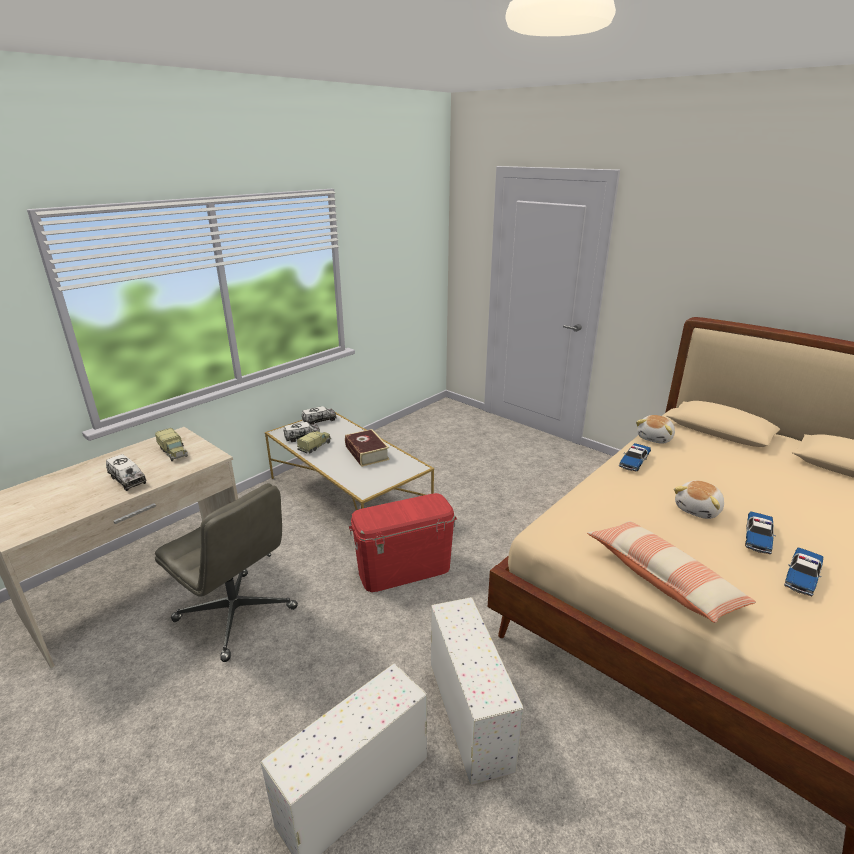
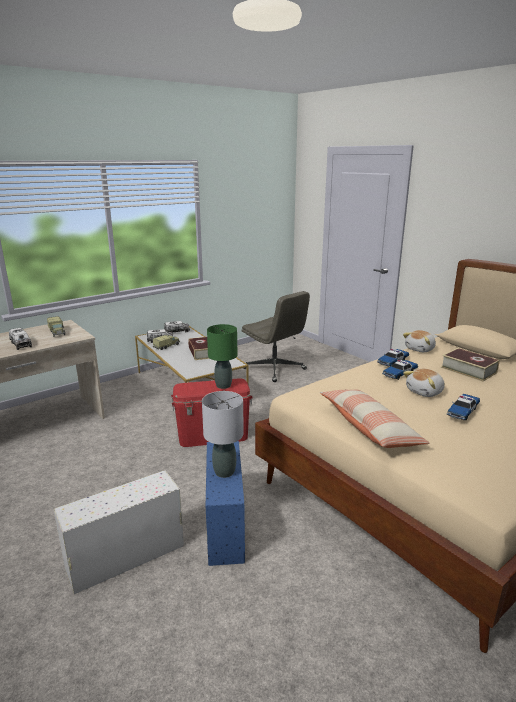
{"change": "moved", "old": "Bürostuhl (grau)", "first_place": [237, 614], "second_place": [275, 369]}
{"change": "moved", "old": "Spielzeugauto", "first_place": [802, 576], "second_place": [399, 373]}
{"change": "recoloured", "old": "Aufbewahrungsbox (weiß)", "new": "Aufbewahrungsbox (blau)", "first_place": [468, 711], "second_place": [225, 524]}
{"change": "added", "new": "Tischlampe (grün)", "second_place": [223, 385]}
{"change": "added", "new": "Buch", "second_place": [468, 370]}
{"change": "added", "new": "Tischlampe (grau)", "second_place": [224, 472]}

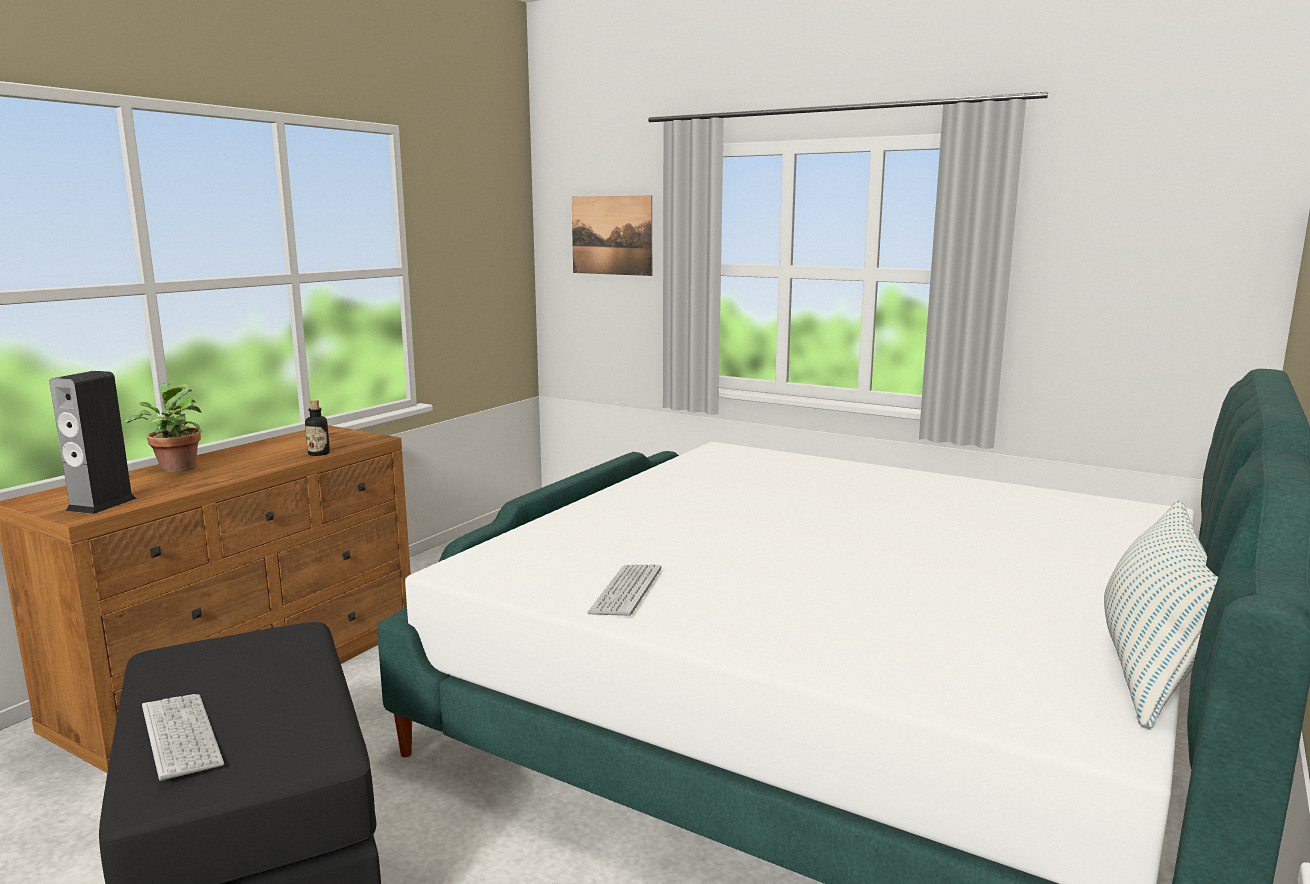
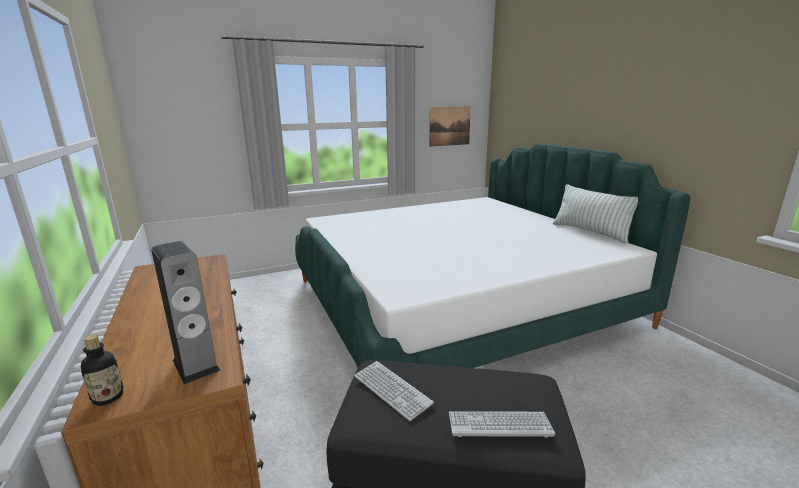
{"change": "moved", "old": "Bild", "first_place": [611, 235], "second_place": [449, 126]}
{"change": "removed", "old": "Topfpflanze", "first_place": [176, 467]}
{"change": "moved", "old": "Flasche", "first_place": [319, 453], "second_place": [108, 397]}
{"change": "moved", "old": "Tastatur", "first_place": [626, 591], "second_place": [391, 390]}

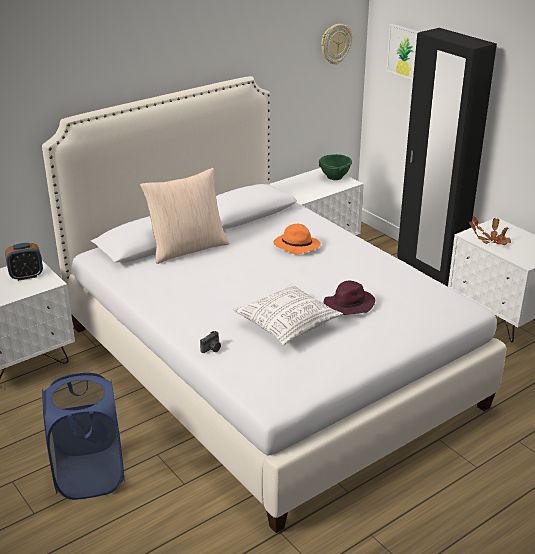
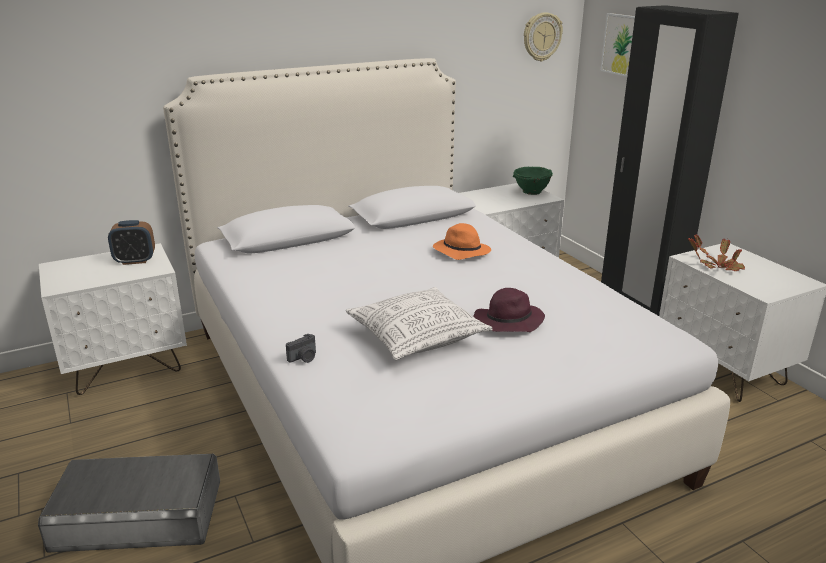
{"change": "removed", "old": "Kissen (beige)", "first_place": [187, 248]}
{"change": "replaced", "old": "Wäschekorb (blau)", "new": "Aufbewahrungsbox (grau)", "first_place": [89, 476], "second_place": [138, 514]}

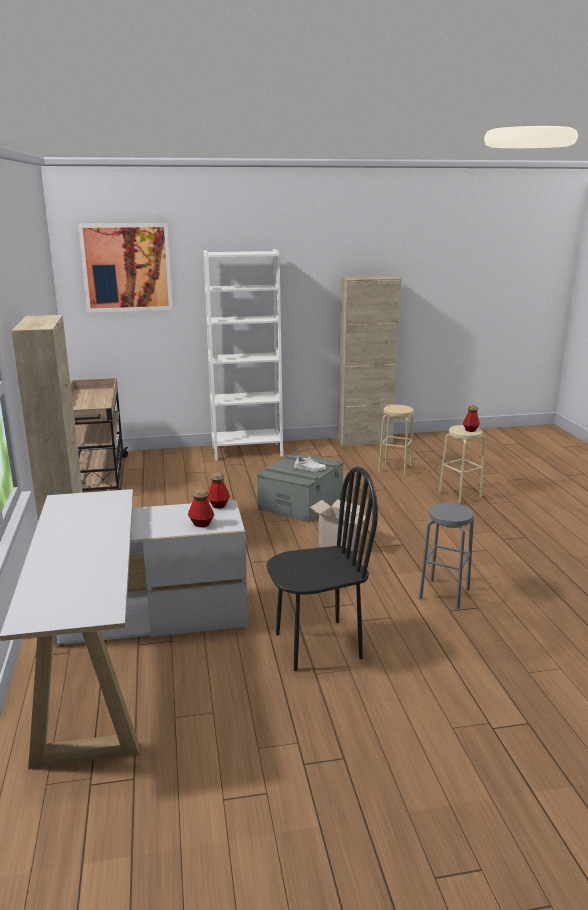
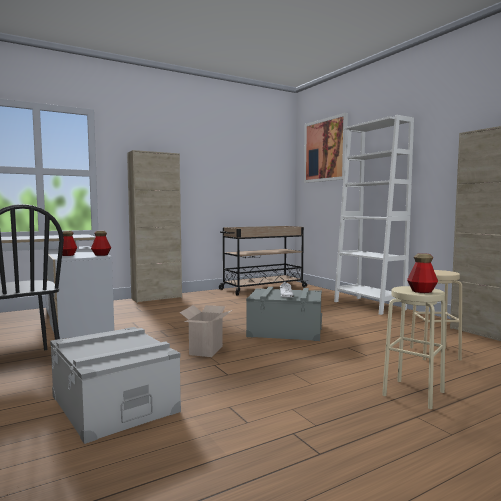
{"change": "replaced", "old": "Hocker (grau)", "new": "Aufbewahrungsbox (grau)", "first_place": [444, 594], "second_place": [114, 404]}

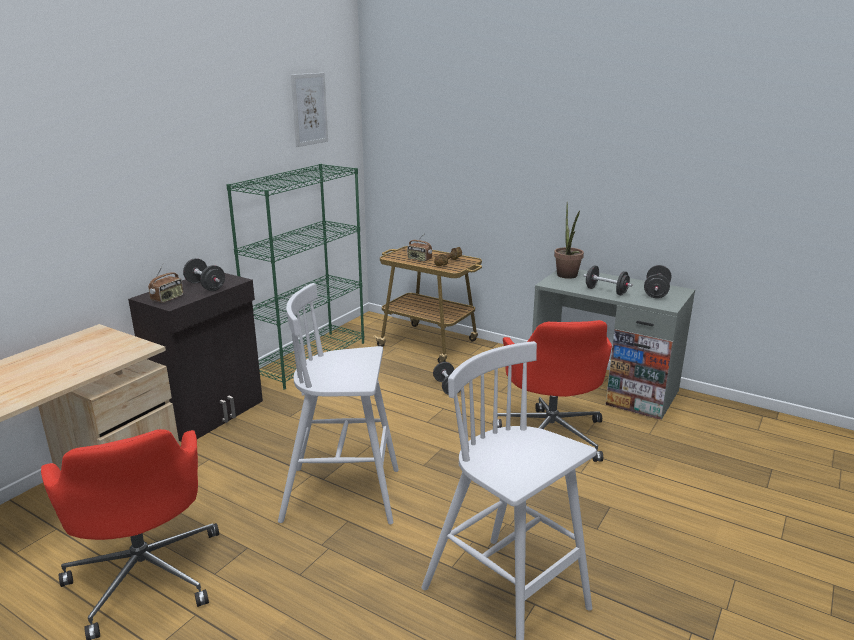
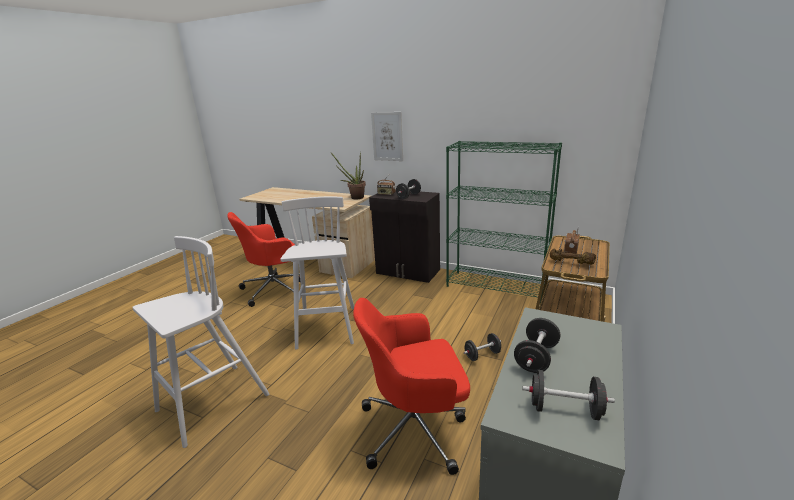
{"change": "moved", "old": "Bild", "first_place": [309, 109], "second_place": [387, 136]}
{"change": "moved", "old": "Topfpflanze", "first_place": [567, 277], "second_place": [354, 198]}

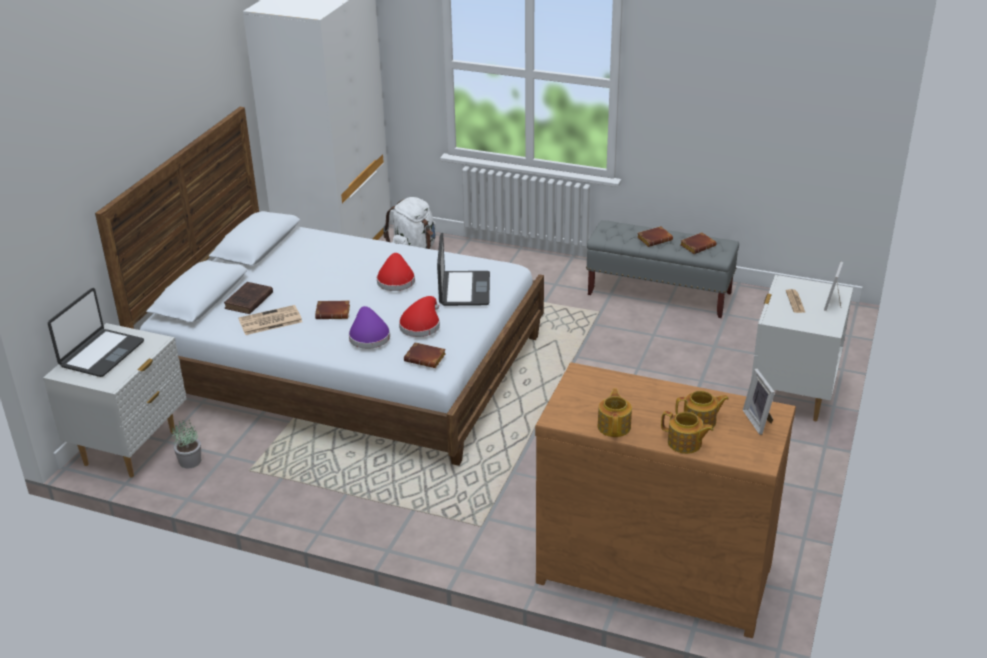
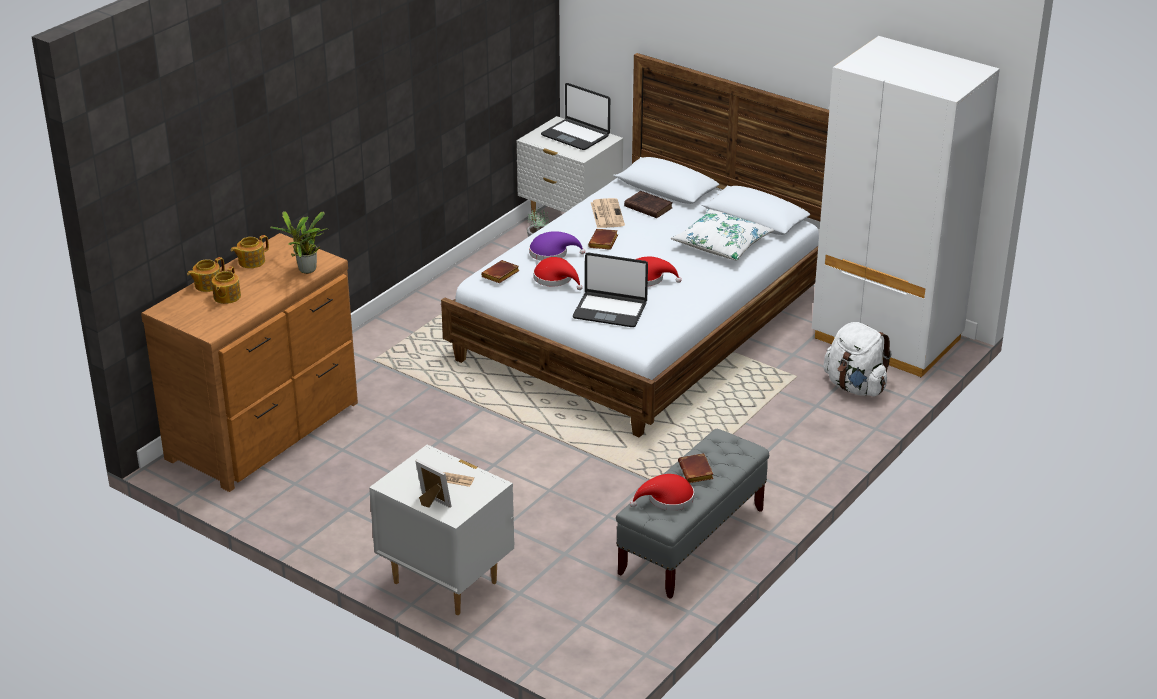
{"change": "replaced", "old": "Buch (braun)", "new": "Hut (rot)", "first_place": [697, 245], "second_place": [667, 499]}
{"change": "removed", "old": "Bilderrahmen", "first_place": [759, 421]}
{"change": "turned", "old": "Teekanne", "first_place": [614, 426], "second_place": [251, 261], "degrees": 120}
{"change": "added", "new": "Kissen (weiß)", "second_place": [722, 244]}
{"change": "added", "new": "Topfpflanze", "second_place": [306, 271]}

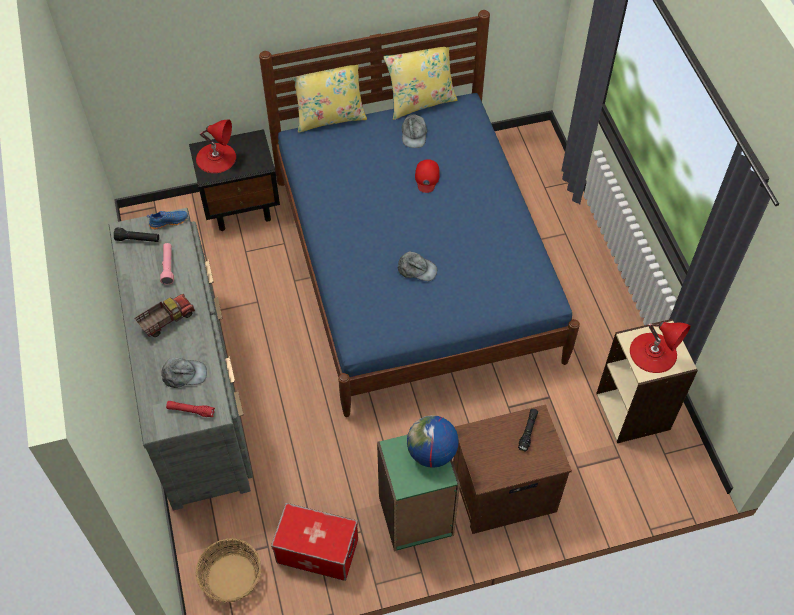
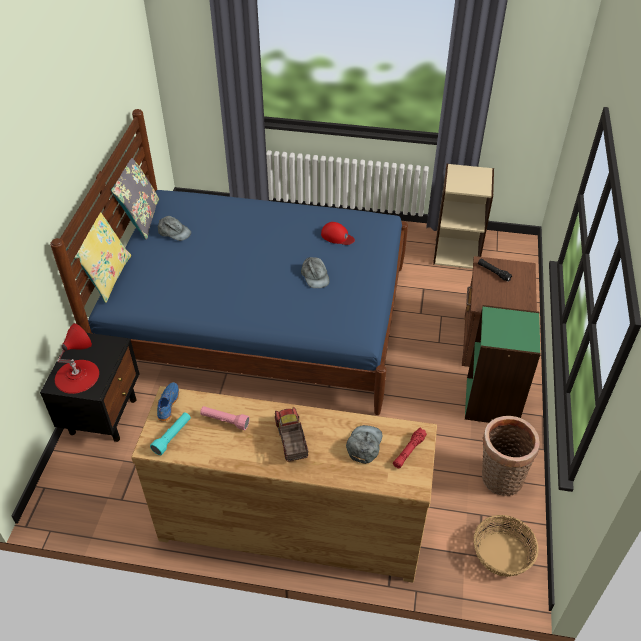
{"change": "recoloured", "old": "Kissen (gelb)", "new": "Kissen (grau)", "first_place": [420, 102], "second_place": [141, 218]}
{"change": "moved", "old": "Kappe (rot)", "first_place": [427, 177], "second_place": [337, 236]}
{"change": "recoloured", "old": "Kommode (grau)", "new": "Kommode (braun)", "first_place": [193, 392], "second_place": [290, 523]}
{"change": "recoloured", "old": "Taschenlampe (schwarz)", "new": "Taschenlampe (türkis)", "first_place": [138, 240], "second_place": [172, 436]}
{"change": "turned", "old": "Kappe (grau)", "first_place": [417, 269], "second_place": [315, 276], "degrees": 120}
{"change": "removed", "old": "Tischlampe (rot)", "first_place": [653, 352]}
{"change": "removed", "old": "Globus", "first_place": [431, 453]}
{"change": "replaced", "old": "Aufbewahrungsbox", "new": "Korb", "first_place": [317, 551], "second_place": [499, 479]}

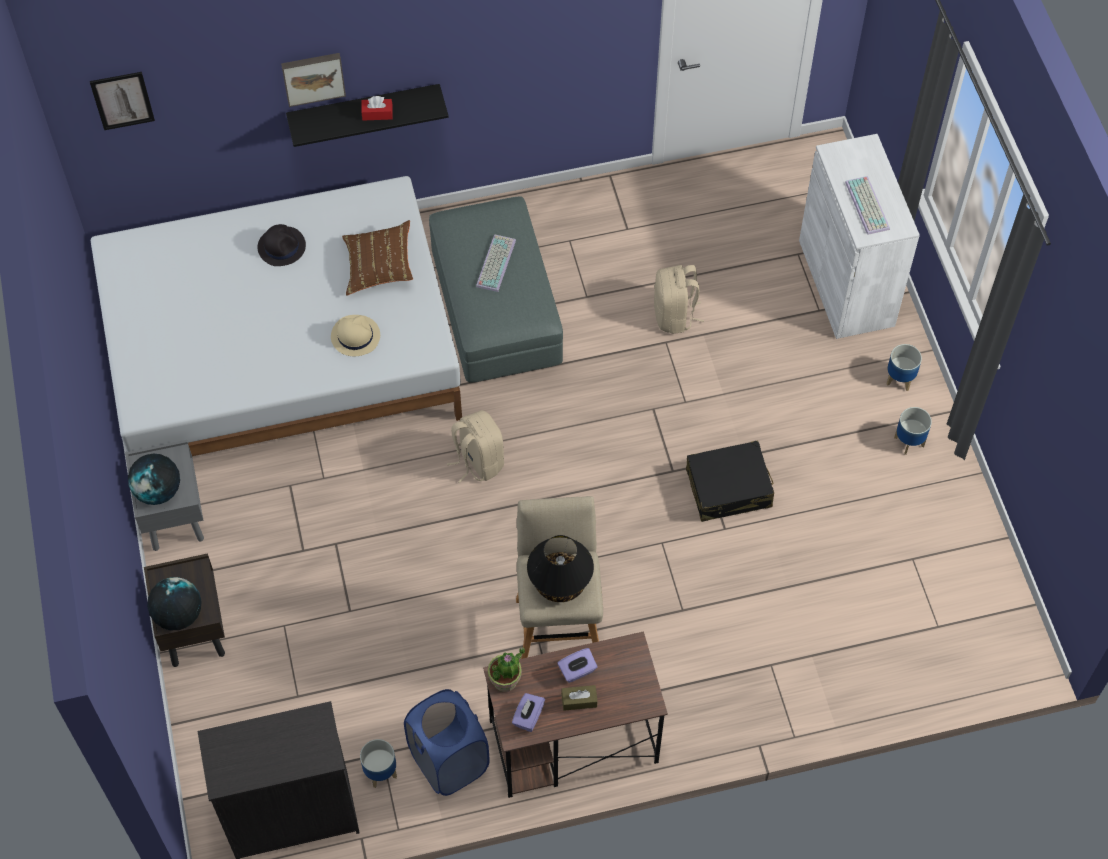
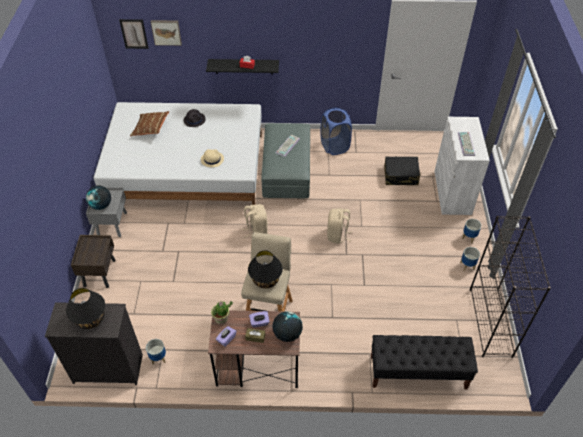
{"change": "moved", "old": "Bild", "first_place": [313, 77], "second_place": [166, 32]}
{"change": "moved", "old": "Kissen (braun)", "first_place": [379, 266], "second_place": [150, 129]}
{"change": "moved", "old": "Rucksack (beige)", "first_place": [674, 315], "second_place": [337, 235]}
{"change": "moved", "old": "Koffer (schwarz)", "first_place": [729, 488], "second_place": [401, 175]}
{"change": "moved", "old": "Globus", "first_place": [178, 615], "second_place": [287, 334]}
{"change": "moved", "old": "Wäschekorb (blau)", "first_place": [449, 761], "second_place": [334, 146]}
{"change": "added", "new": "Bücherregal (schwarz)", "second_place": [490, 322]}
{"change": "added", "new": "Tischlampe (schwarz)", "second_place": [90, 318]}
{"change": "added", "new": "Bank (schwarz)", "second_place": [417, 372]}

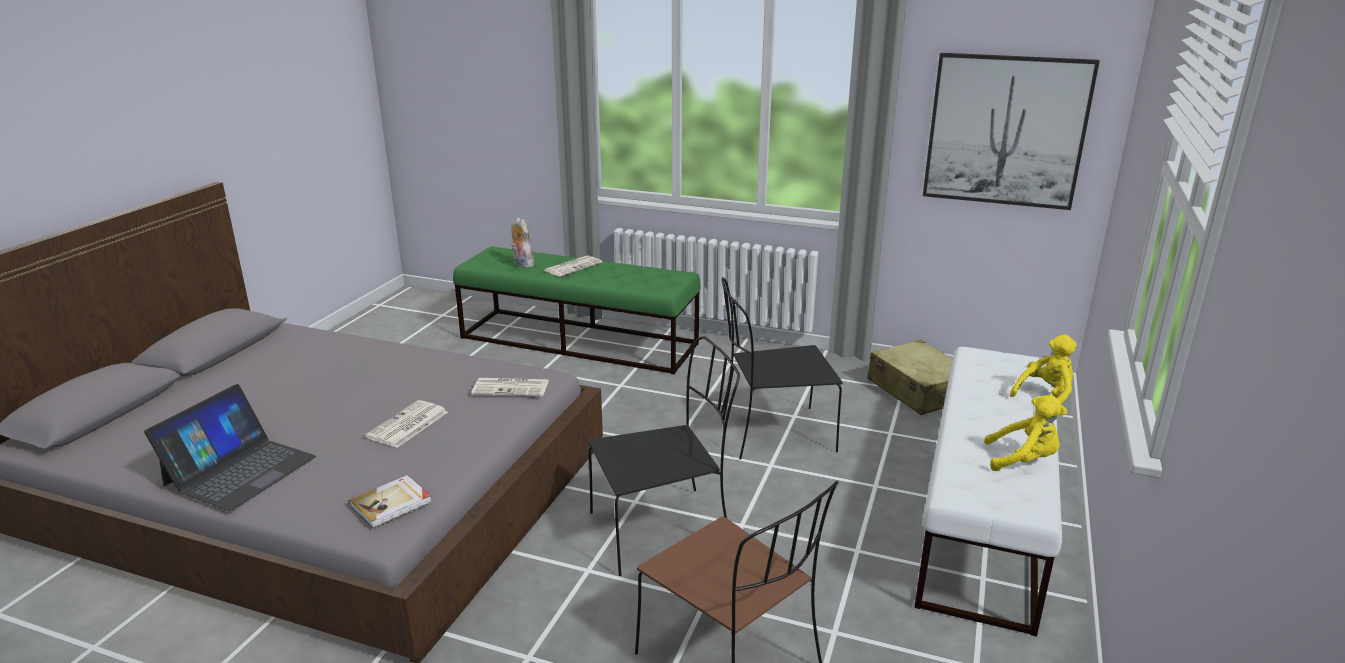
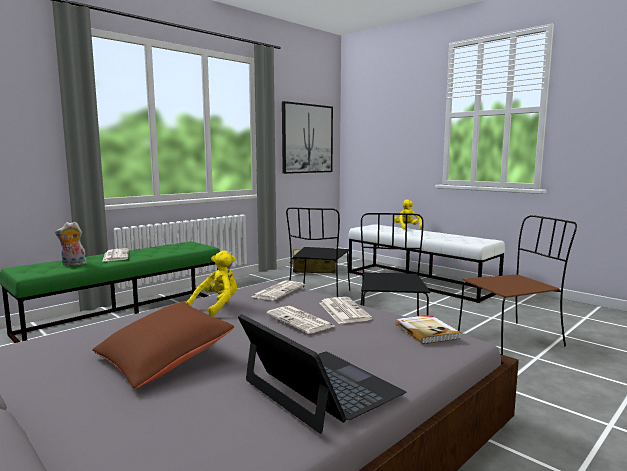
{"change": "moved", "old": "Plüschtier (gelb)", "first_place": [1023, 460], "second_place": [217, 307]}
{"change": "added", "new": "Zeitung", "second_place": [343, 311]}
{"change": "added", "new": "Kissen (braun)", "second_place": [163, 359]}

